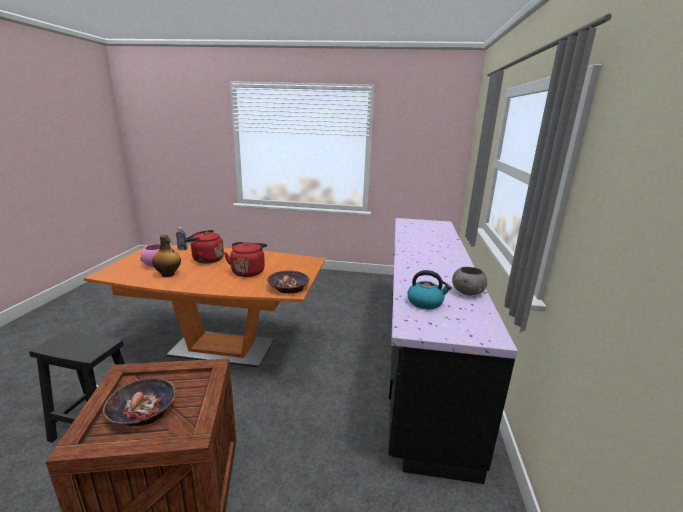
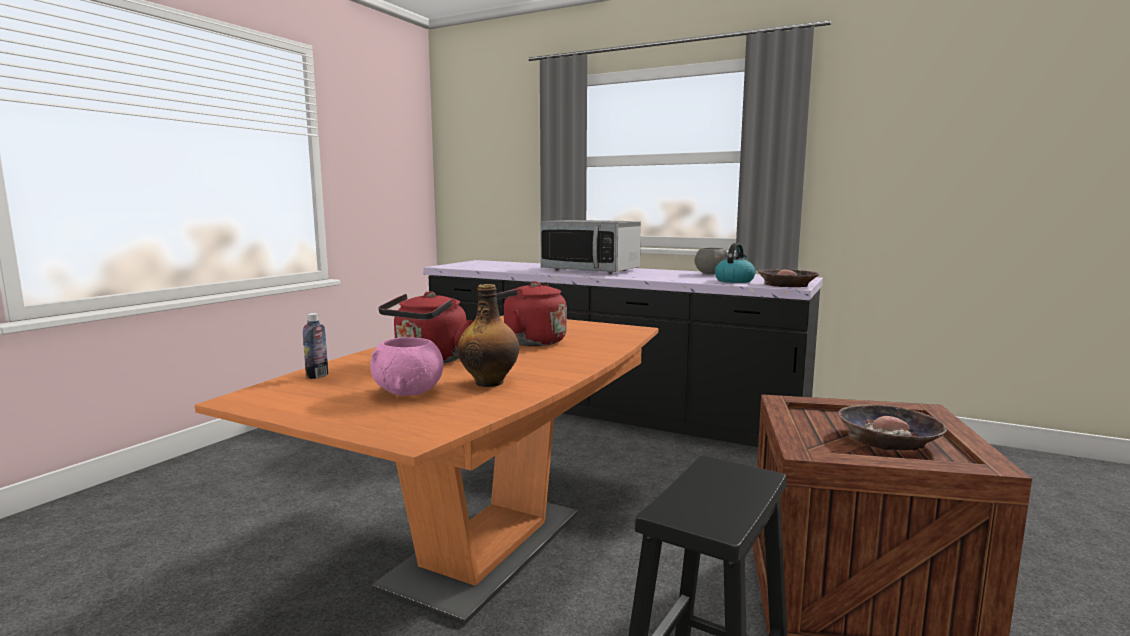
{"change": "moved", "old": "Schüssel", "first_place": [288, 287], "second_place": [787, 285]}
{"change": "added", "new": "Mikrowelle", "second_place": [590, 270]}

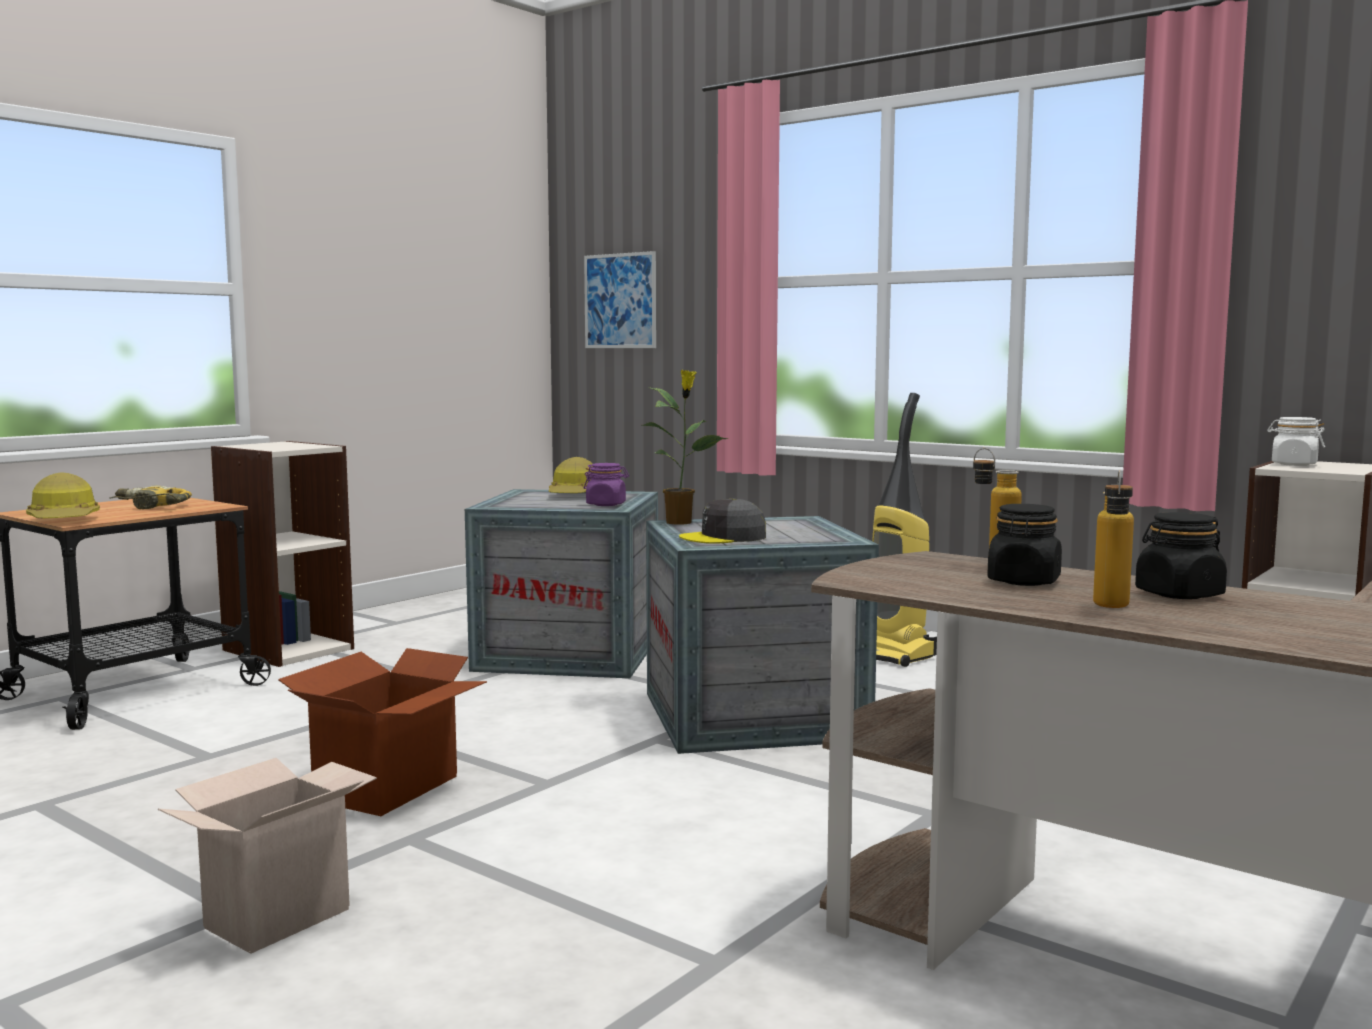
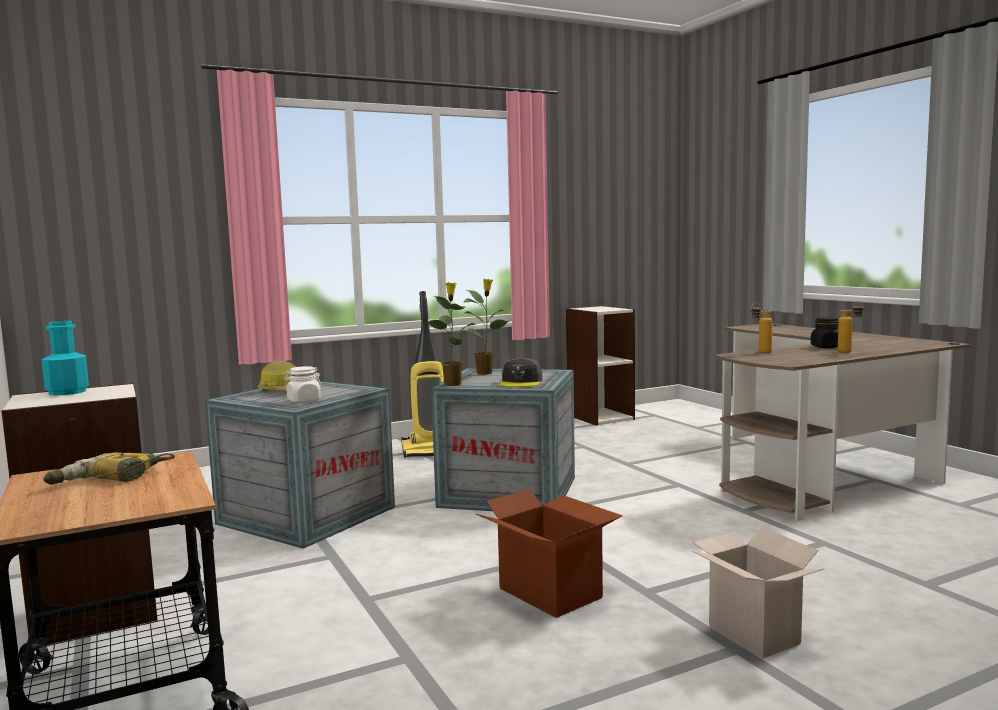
{"change": "removed", "old": "Bild", "first_place": [620, 301]}
{"change": "moved", "old": "Vorratsglas (weiß)", "first_place": [1294, 464], "second_place": [303, 400]}
{"change": "removed", "old": "Vorratsglas (lila)", "first_place": [606, 504]}
{"change": "removed", "old": "Schutzhelm", "first_place": [64, 520]}
{"change": "removed", "old": "Vorratsglas (schwarz)", "first_place": [1024, 582]}
{"change": "added", "new": "Topfpflanze", "second_place": [485, 373]}
{"change": "added", "new": "Flasche (türkis)", "second_place": [67, 392]}

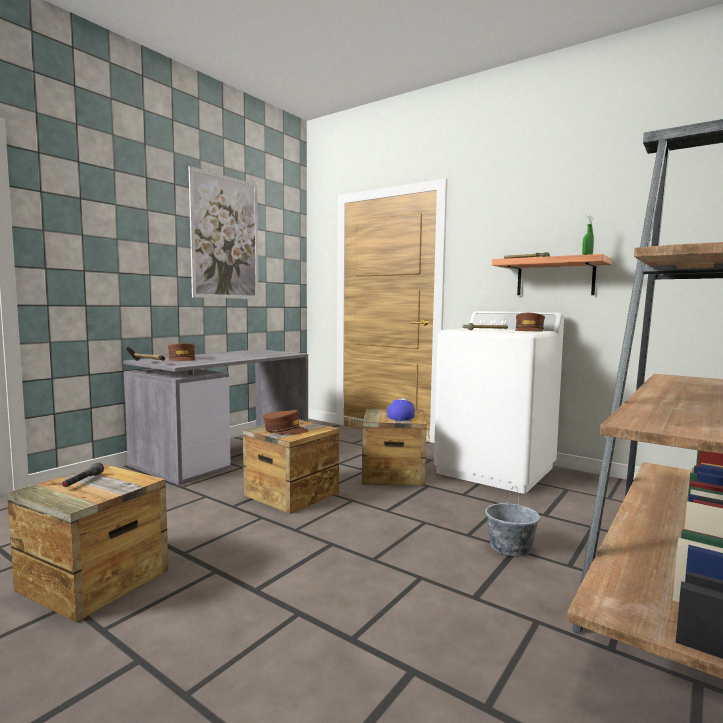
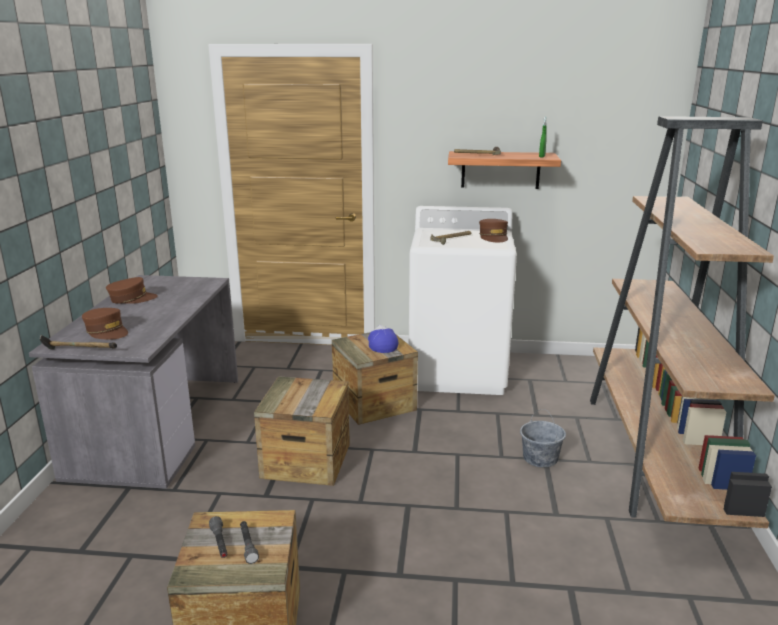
{"change": "removed", "old": "Bild", "first_place": [225, 238]}
{"change": "moved", "old": "Kappe (braun)", "first_place": [285, 430], "second_place": [132, 299]}
{"change": "added", "new": "Taschenlampe (grau)", "second_place": [248, 546]}

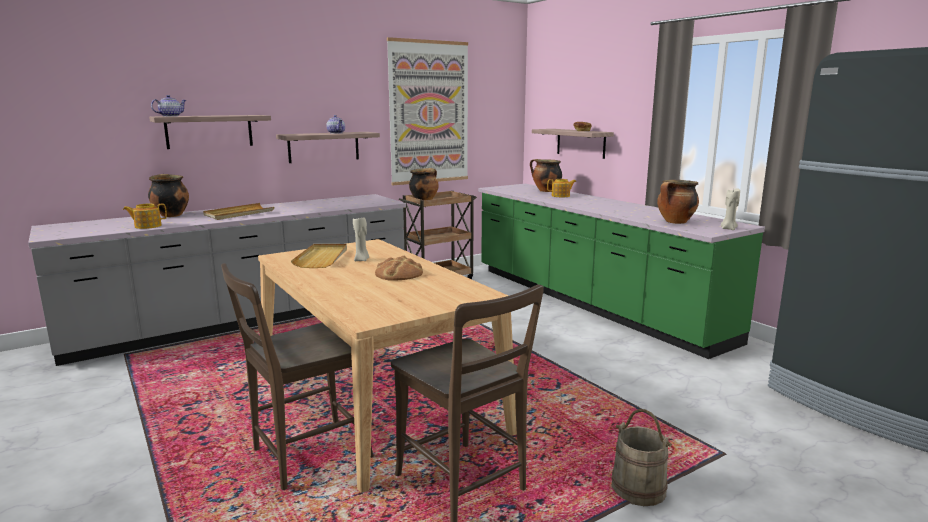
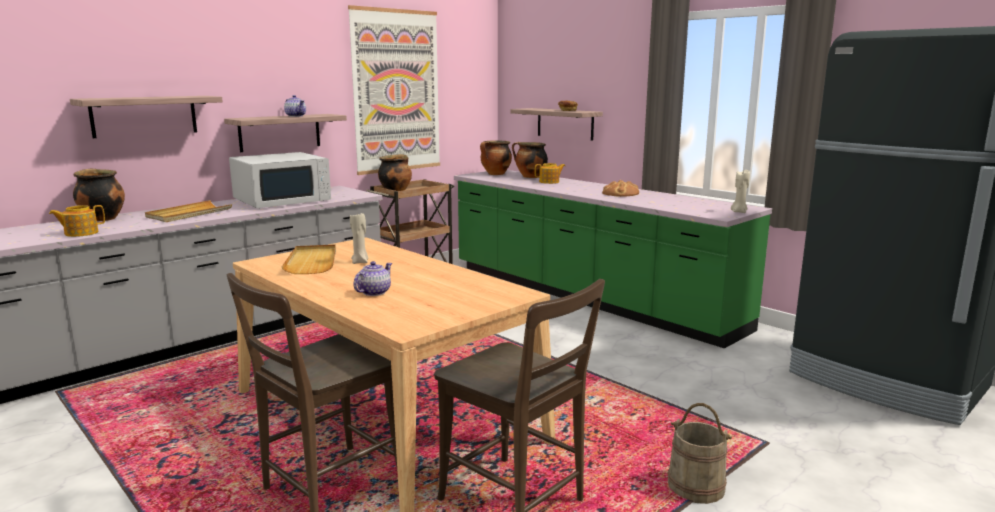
{"change": "moved", "old": "Teekanne", "first_place": [170, 116], "second_place": [373, 292]}
{"change": "moved", "old": "Kochtopf", "first_place": [675, 222], "second_place": [495, 174]}
{"change": "moved", "old": "Brot", "first_place": [399, 274], "second_place": [620, 193]}
{"change": "added", "new": "Mikrowelle (weiß)", "second_place": [283, 200]}

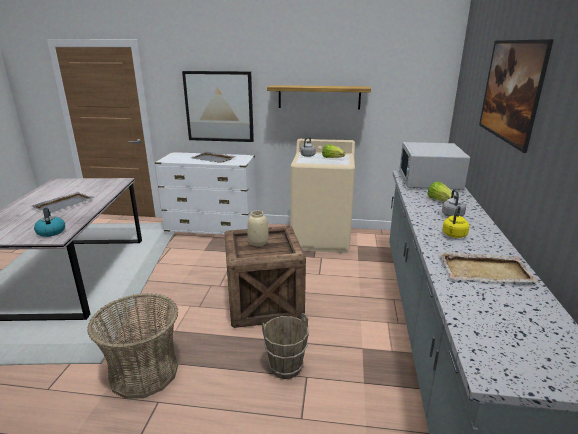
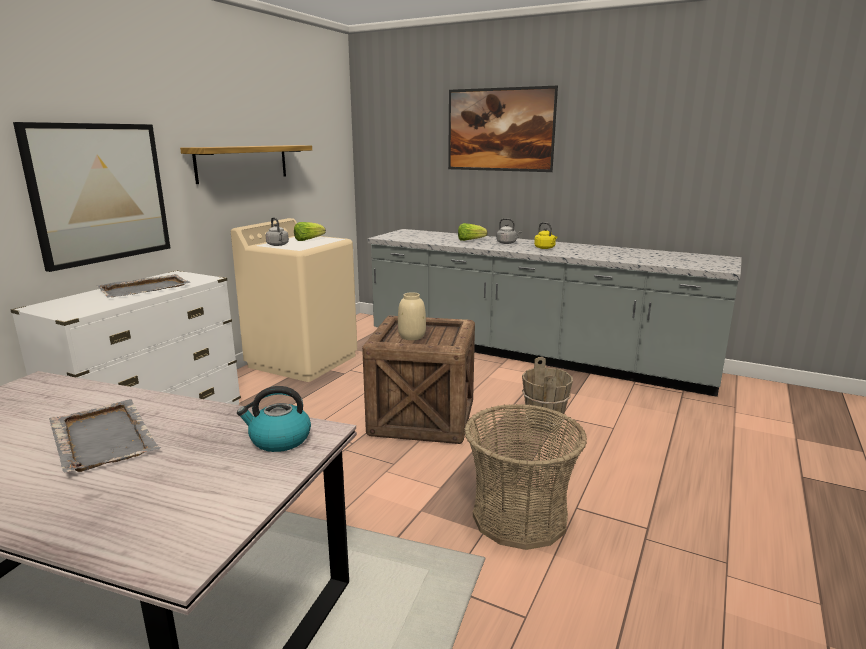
{"change": "removed", "old": "Mikrowelle (weiß)", "first_place": [429, 181]}
{"change": "removed", "old": "Tablett (beige)", "first_place": [486, 270]}

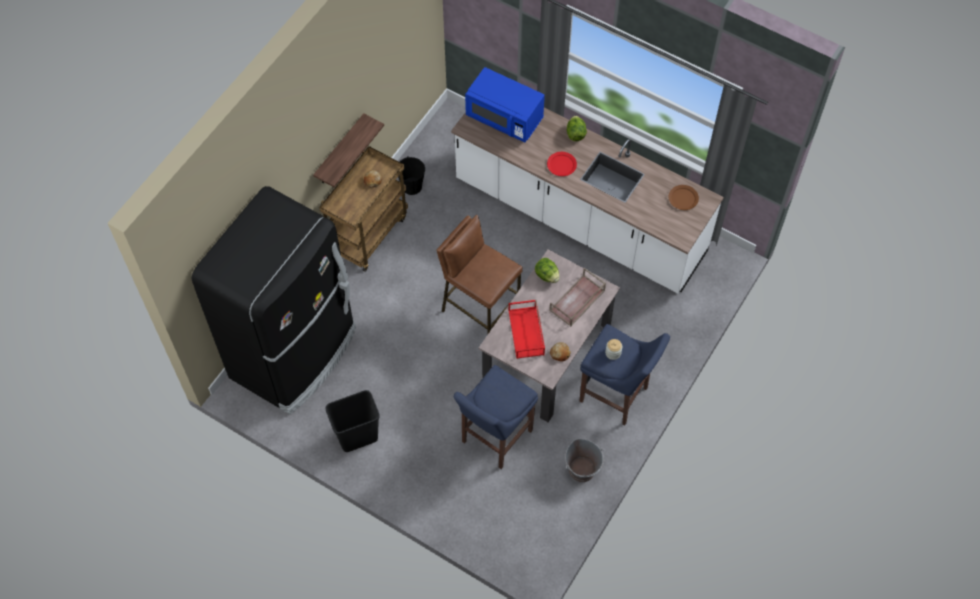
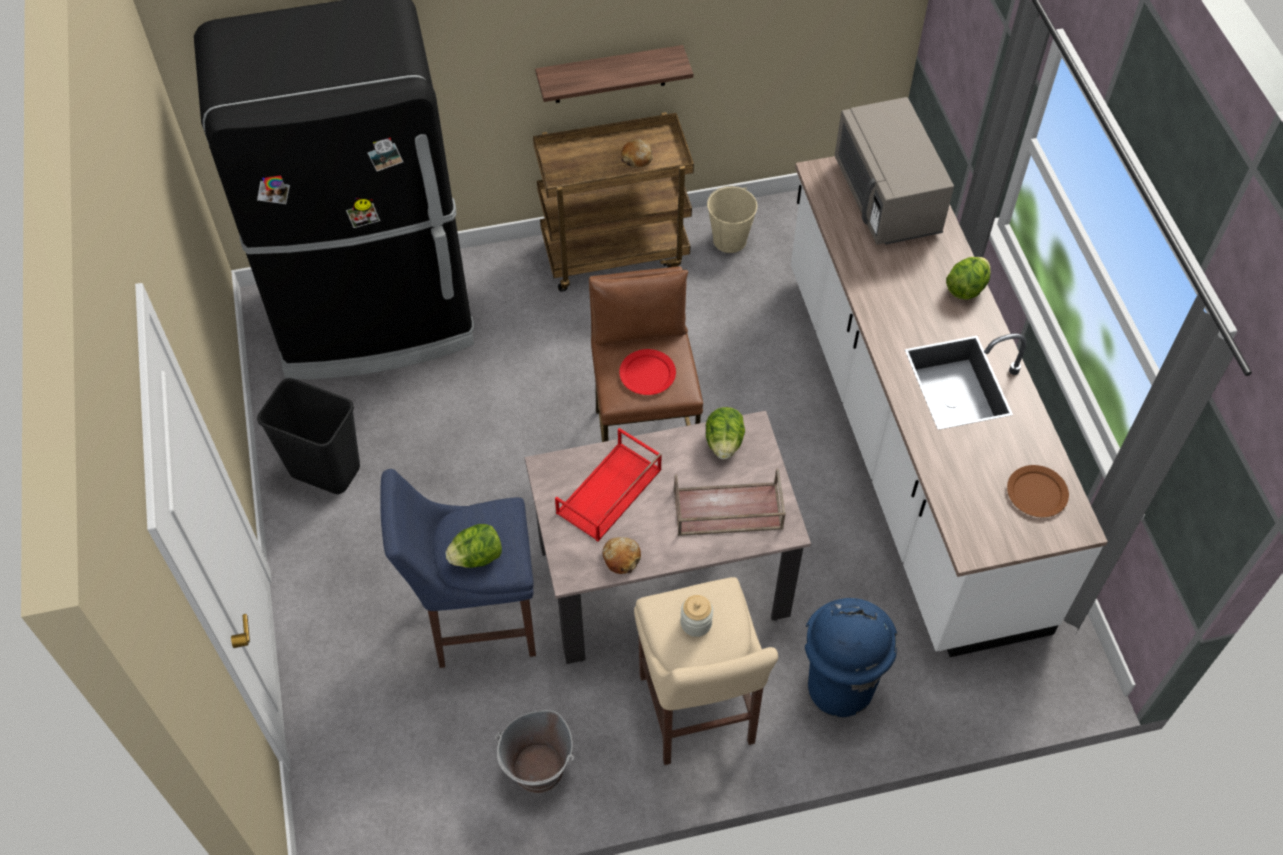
{"change": "recoloured", "old": "Mikrowelle (blau)", "new": "Mikrowelle (grau)", "first_place": [504, 118], "second_place": [886, 198]}
{"change": "moved", "old": "Teller (rot)", "first_place": [561, 165], "second_place": [647, 374]}
{"change": "recoloured", "old": "Eimer (schwarz)", "new": "Eimer (beige)", "first_place": [412, 186], "second_place": [730, 240]}
{"change": "recoloured", "old": "Hocker (blau)", "new": "Hocker (beige)", "first_place": [616, 396], "second_place": [697, 715]}
{"change": "added", "new": "Salatkopf", "second_place": [477, 557]}
{"change": "added", "new": "Mülleimer (blau)", "second_place": [838, 686]}

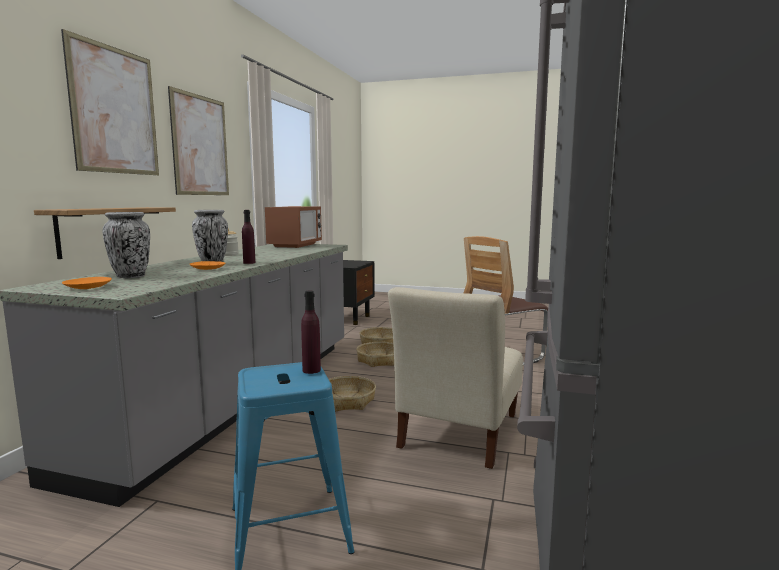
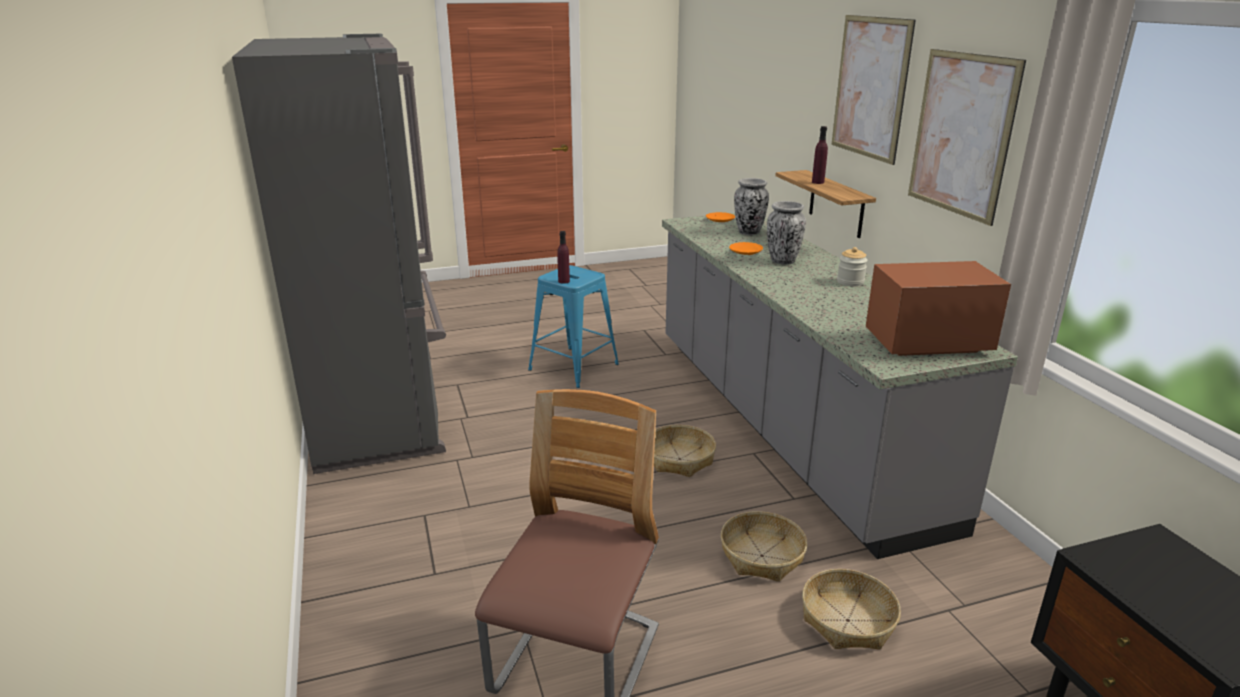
{"change": "turned", "old": "Mikrowelle", "first_place": [295, 245], "second_place": [927, 344], "degrees": 105}
{"change": "moved", "old": "Flasche (lila)", "first_place": [249, 263], "second_place": [818, 182]}
{"change": "removed", "old": "Stuhl (beige)", "first_place": [458, 434]}

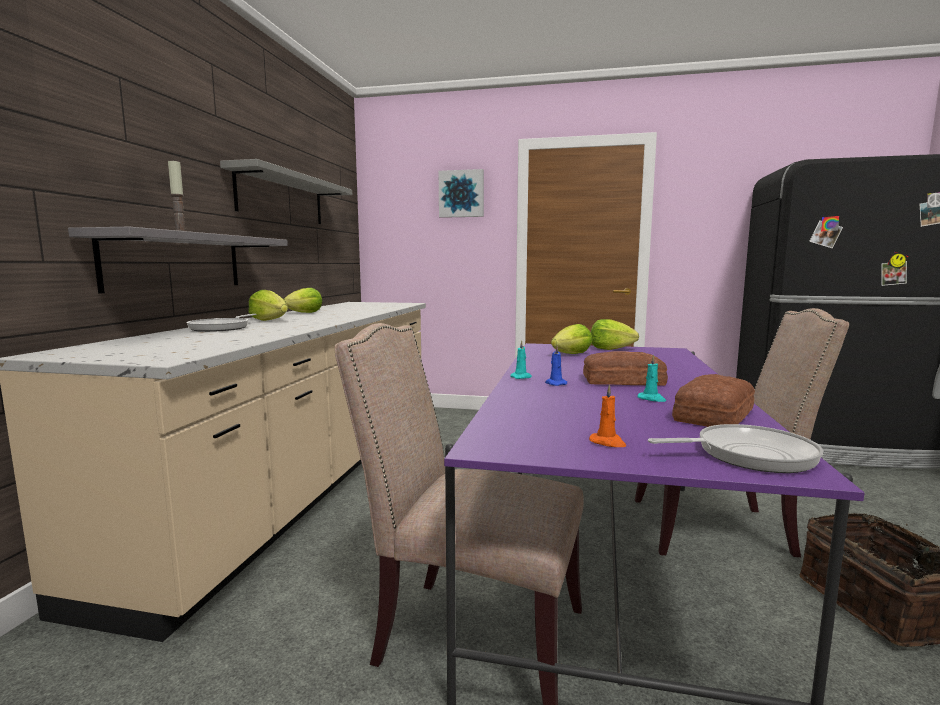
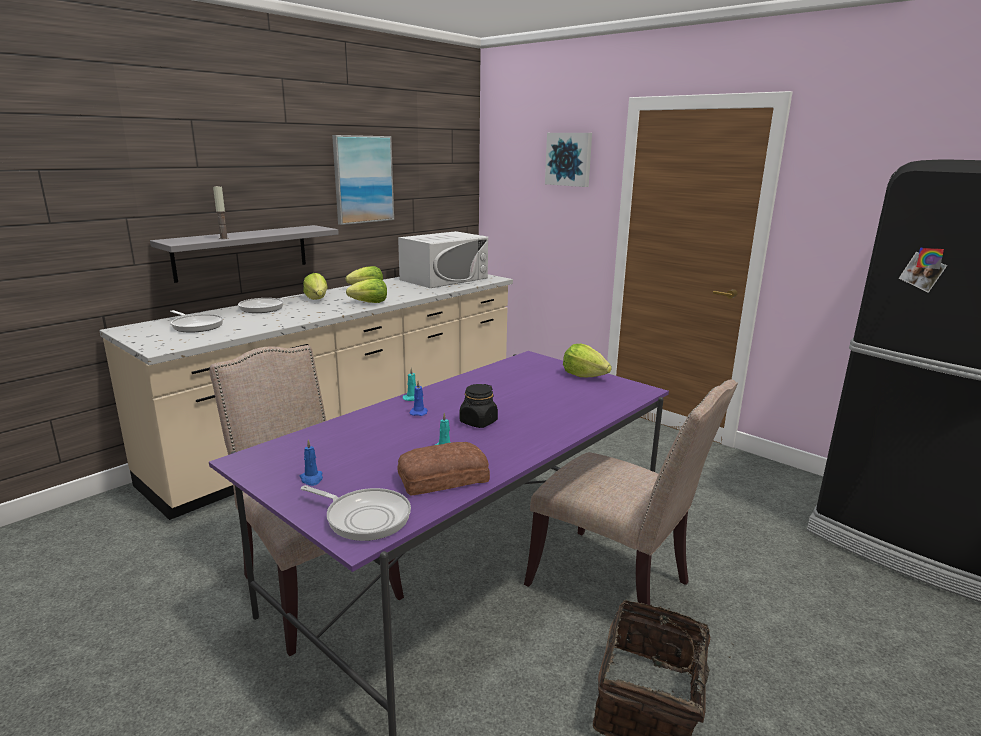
{"change": "replaced", "old": "Wandregal (grau)", "new": "Bild", "first_place": [282, 198], "second_place": [363, 179]}
{"change": "moved", "old": "Salatkopf", "first_place": [572, 354], "second_place": [370, 303]}
{"change": "replaced", "old": "Brot", "new": "Vorratsglas (schwarz)", "first_place": [622, 380], "second_place": [478, 422]}
{"change": "recoloured", "old": "Kerze (orange)", "new": "Kerze (blau)", "first_place": [608, 442], "second_place": [312, 479]}
{"change": "added", "new": "Mikrowelle (weiß)", "second_place": [444, 279]}
{"change": "added", "new": "Pfanne", "second_place": [196, 326]}

